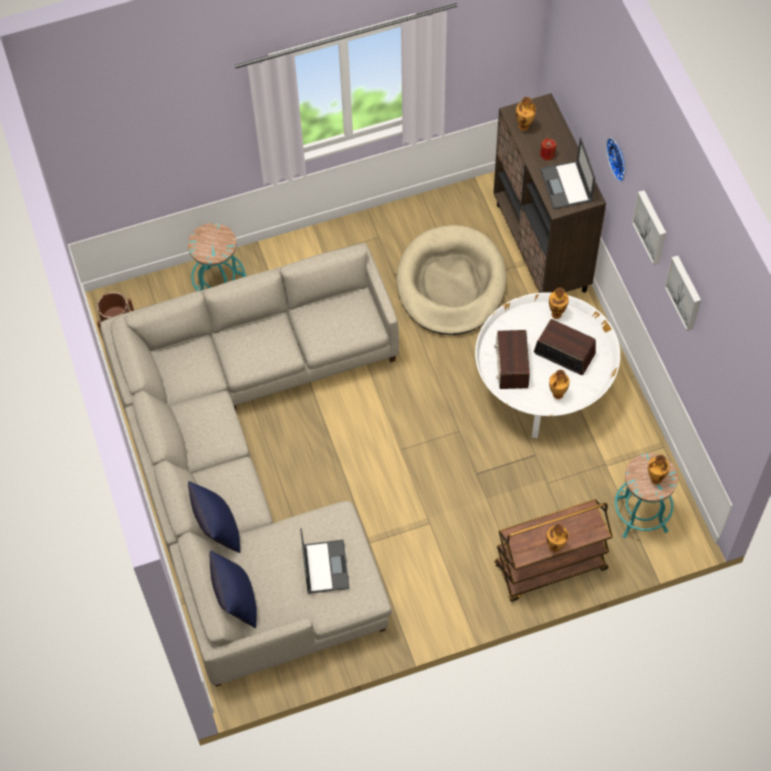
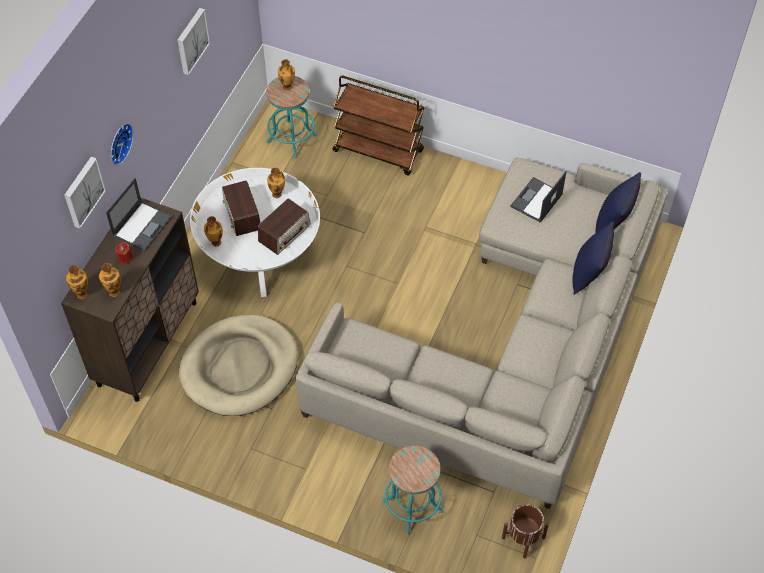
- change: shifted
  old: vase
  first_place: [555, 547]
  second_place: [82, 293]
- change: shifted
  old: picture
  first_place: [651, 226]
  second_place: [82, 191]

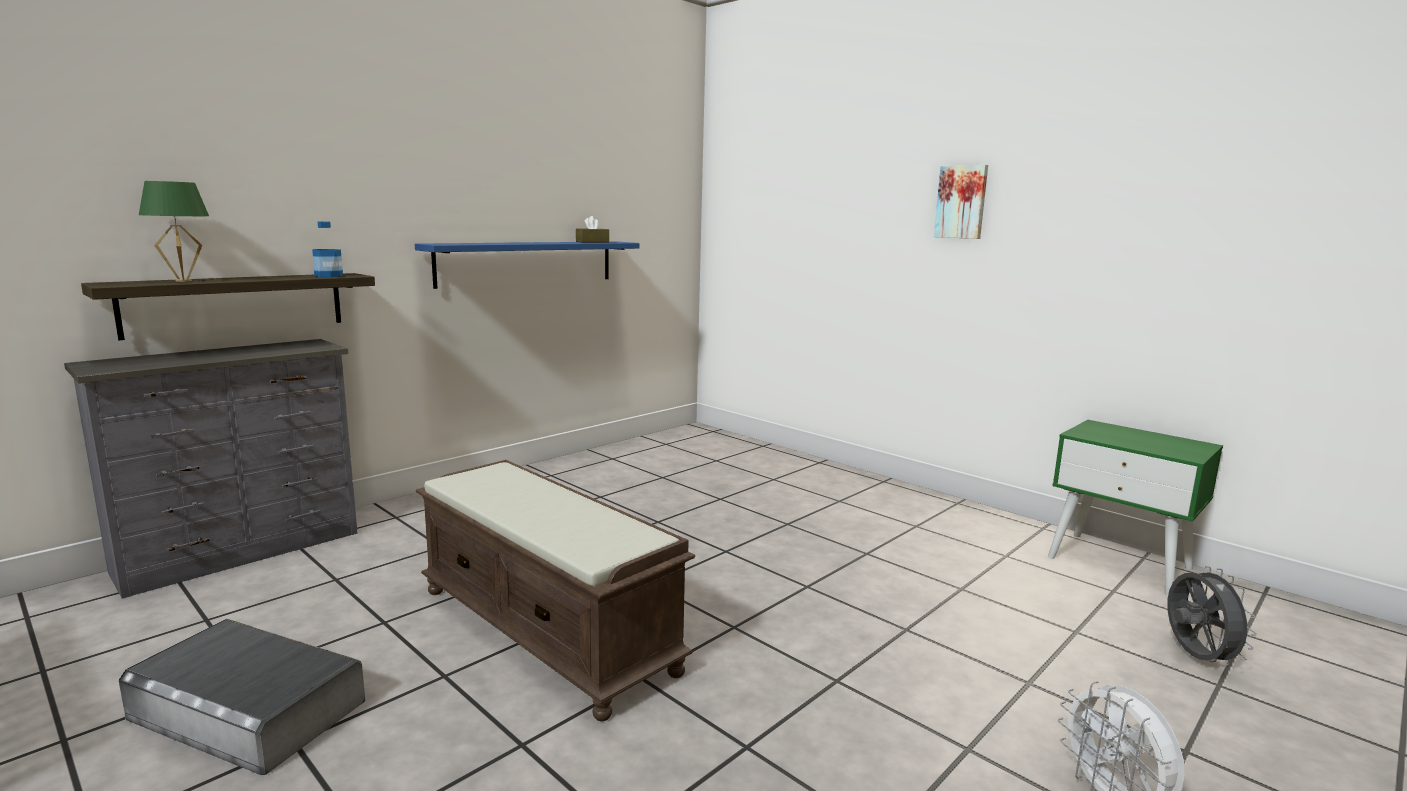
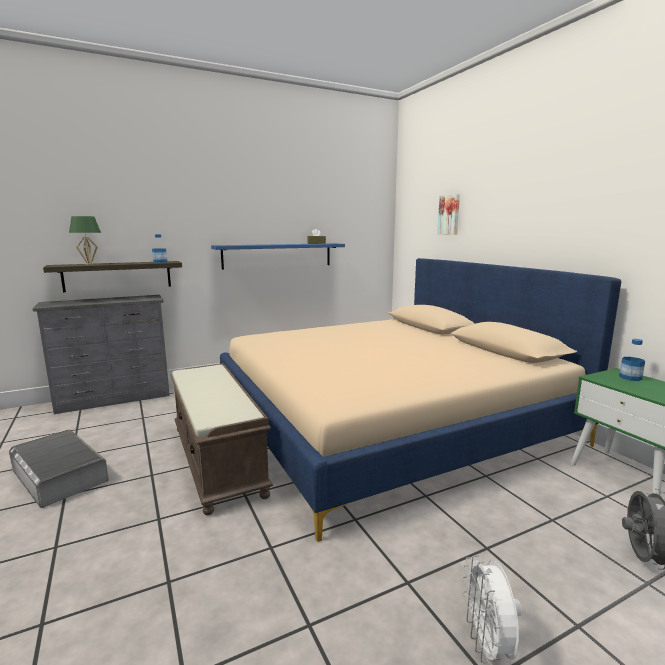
- change: new
  new: bed (beige)
  second_place: [387, 420]
- change: new
  new: bottle
  second_place: [630, 377]
- change: shifted
  old: picture
  first_place: [961, 202]
  second_place: [449, 215]

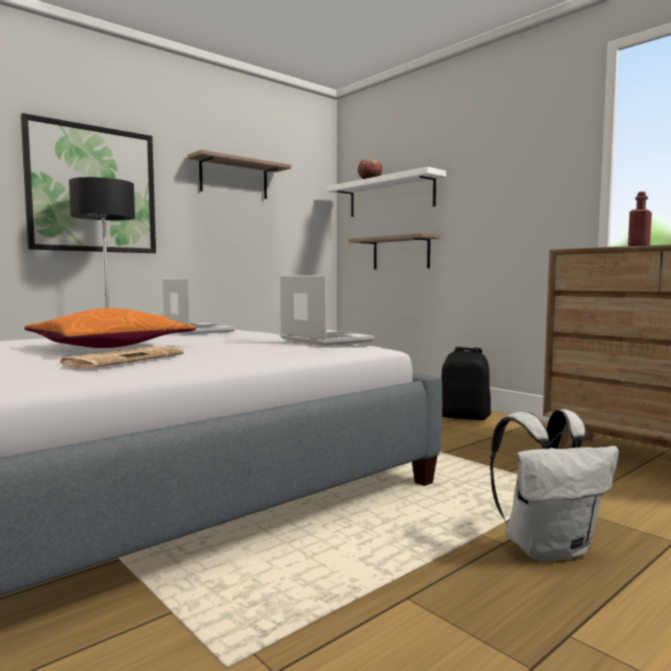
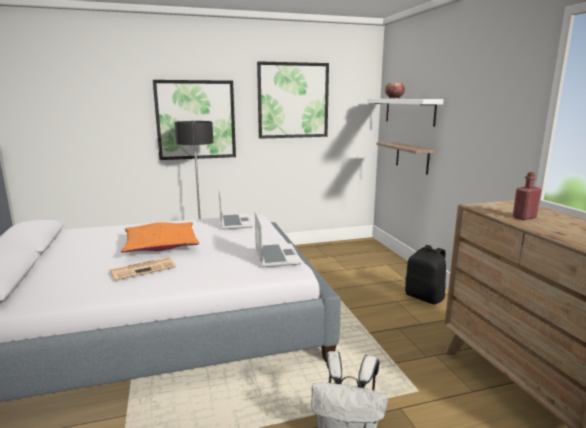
- change: swapped
  old: shelf
  new: picture
  first_place: [234, 178]
  second_place: [293, 100]

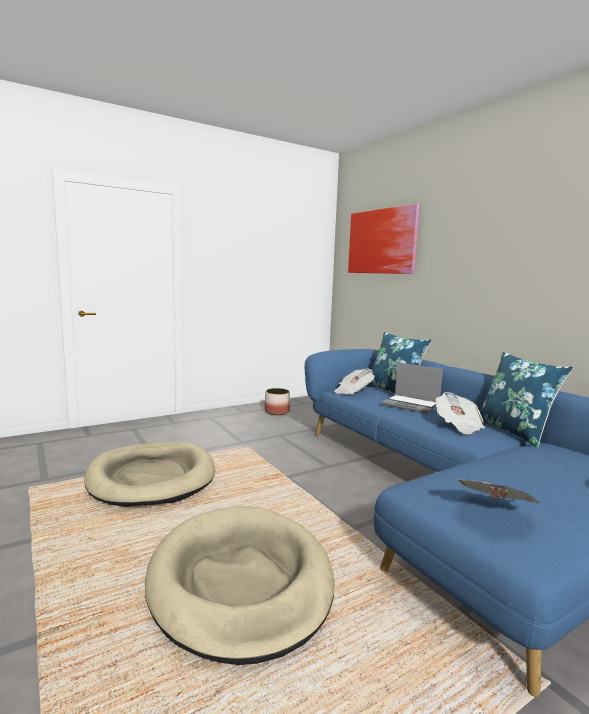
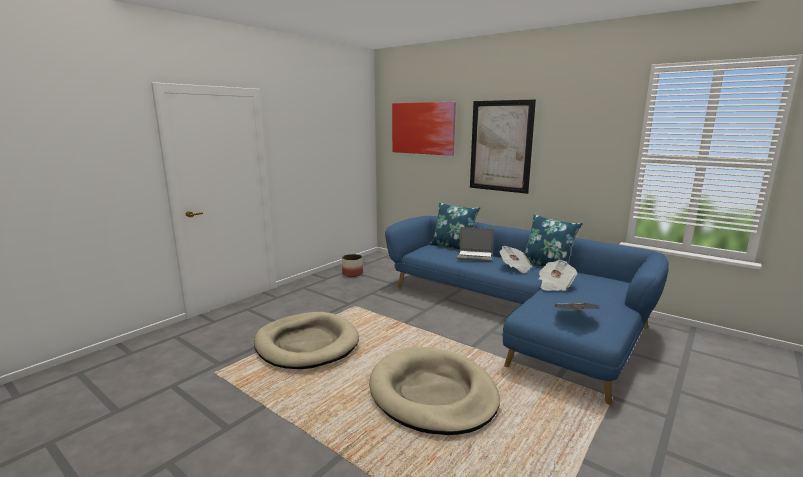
- change: new
  new: picture
  second_place: [500, 146]
- change: shifted
  old: newspaper
  first_place: [353, 392]
  second_place: [554, 285]

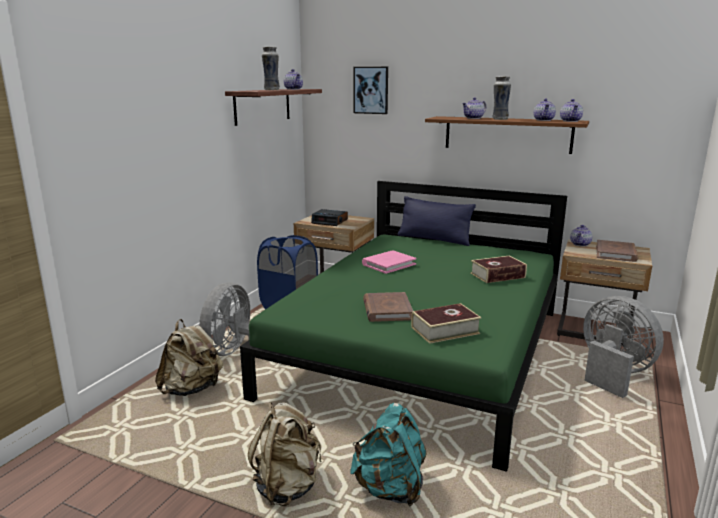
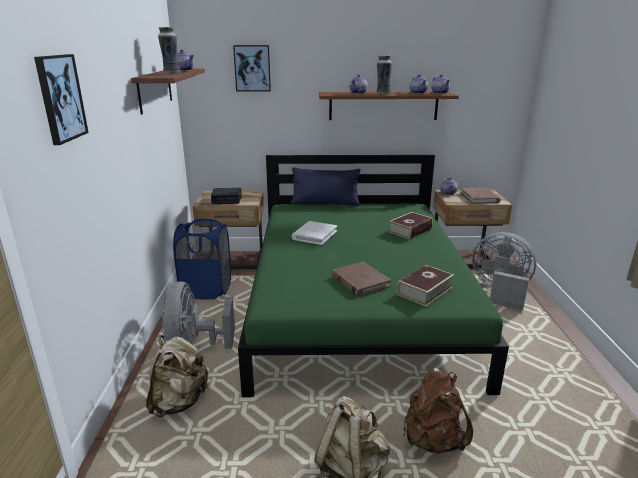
- change: new
  new: picture
  second_place: [60, 98]
- change: repainted
  old: backpack (turquoise)
  new: backpack (brown)
  first_place: [390, 488]
  second_place: [433, 440]
- change: repainted
  old: book (pink)
  new: book (white)
  first_place: [388, 264]
  second_place: [314, 235]

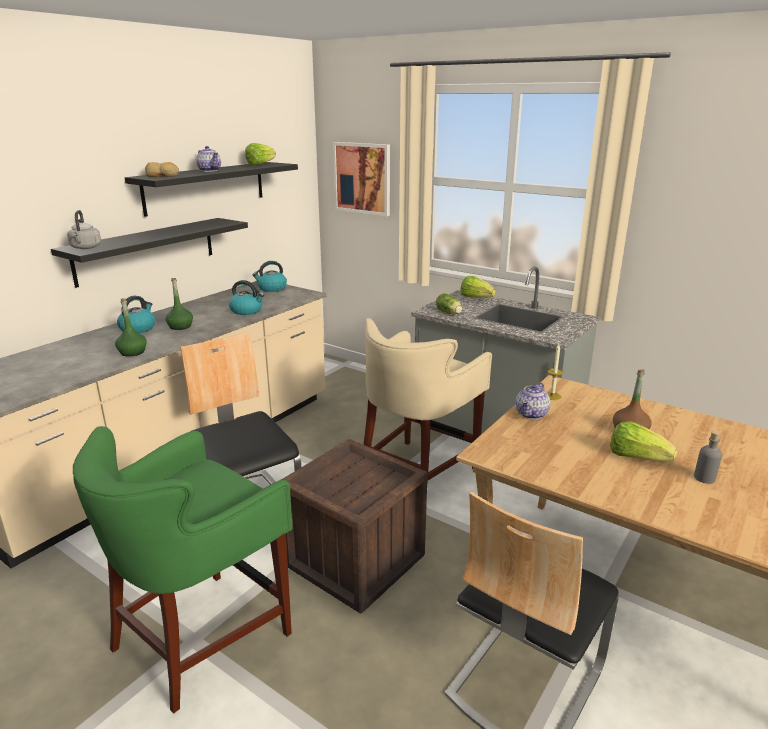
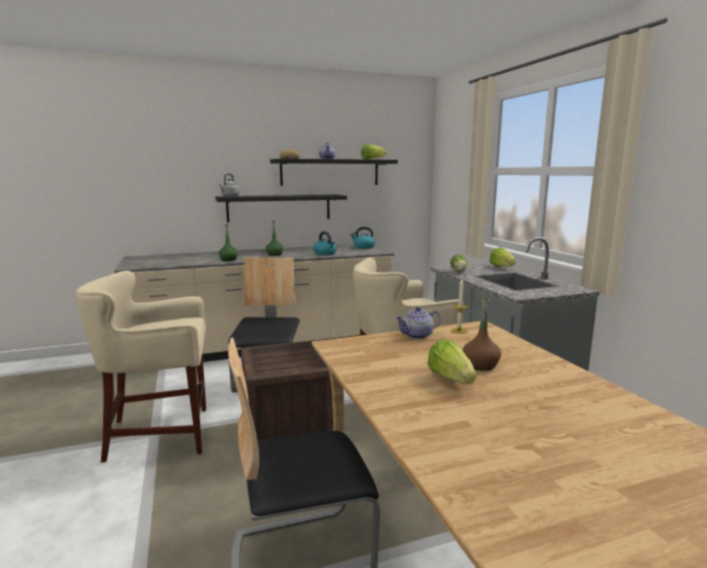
- change: gone
  old: kettle
  first_place: [138, 328]
- change: gone
  old: picture
  first_place: [362, 178]
- change: gone
  old: bottle (grey)
  first_place: [704, 478]
- change: repainted
  old: stool (green)
  new: stool (beige)
  first_place: [203, 637]
  second_place: [160, 434]

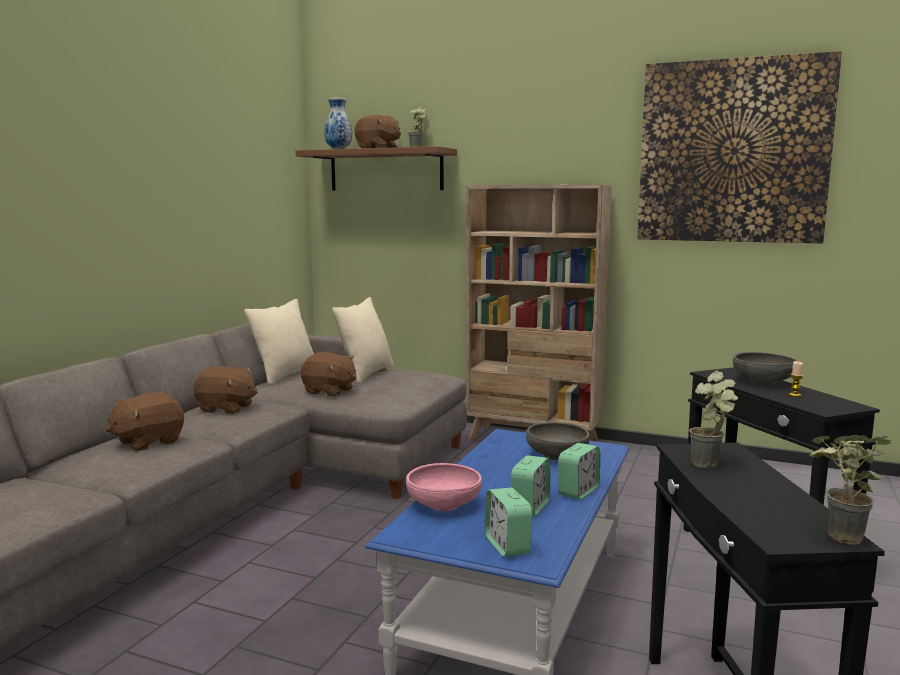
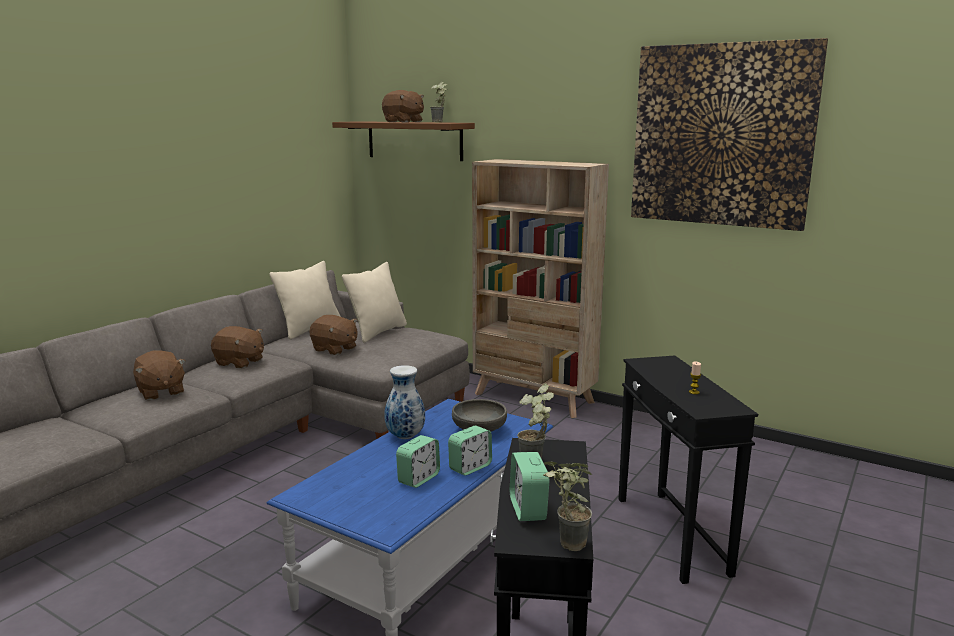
- change: gone
  old: bowl (pink)
  first_place: [443, 505]
- change: gone
  old: bowl (grey)
  first_place: [763, 382]
- change: shifted
  old: vase
  first_place: [338, 149]
  second_place: [404, 437]
- change: shifted
  old: alarm clock
  first_place: [507, 546]
  second_place: [528, 509]
- change: rotated
  old: plush toy (brown)
  first_place: [148, 442]
  second_place: [160, 392]
  degrees: -90

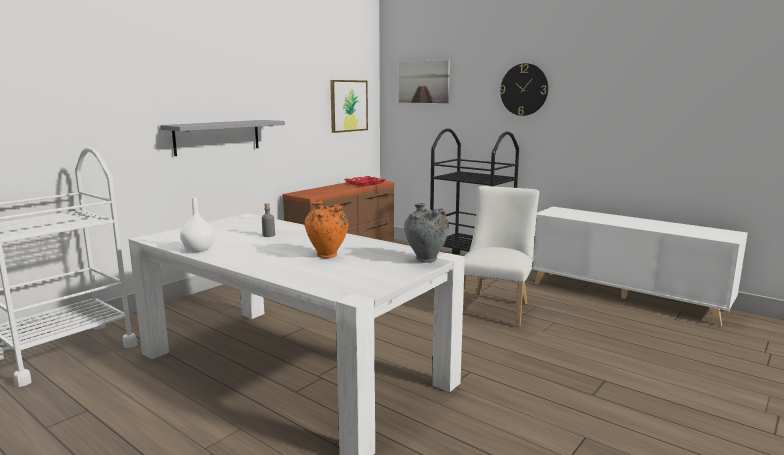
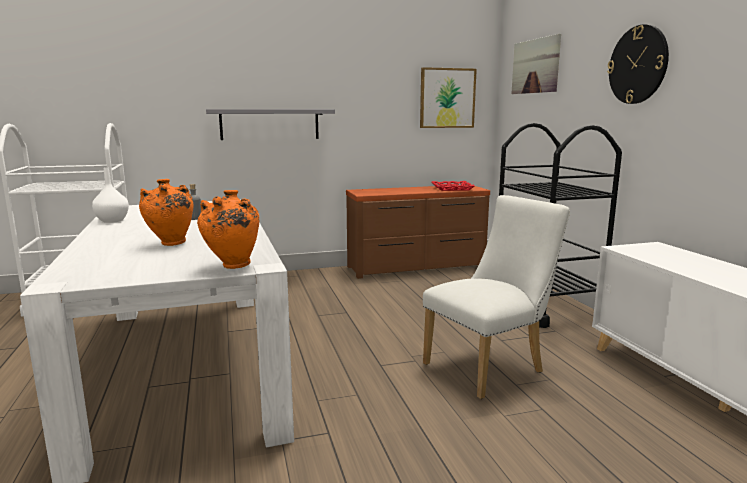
- change: repainted
  old: vase (grey)
  new: vase (orange)
  first_place: [426, 260]
  second_place: [232, 266]

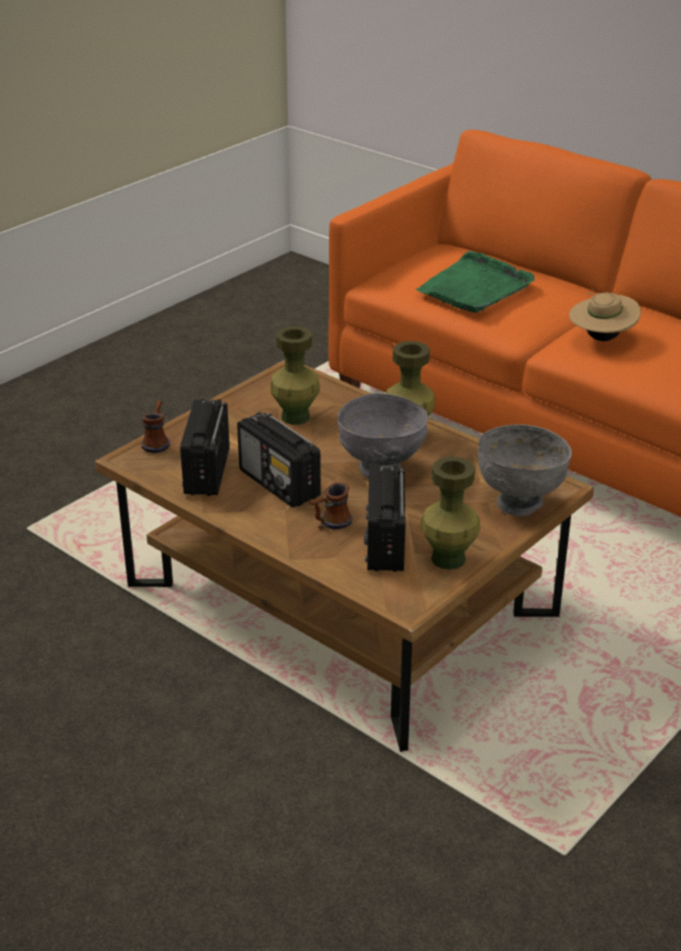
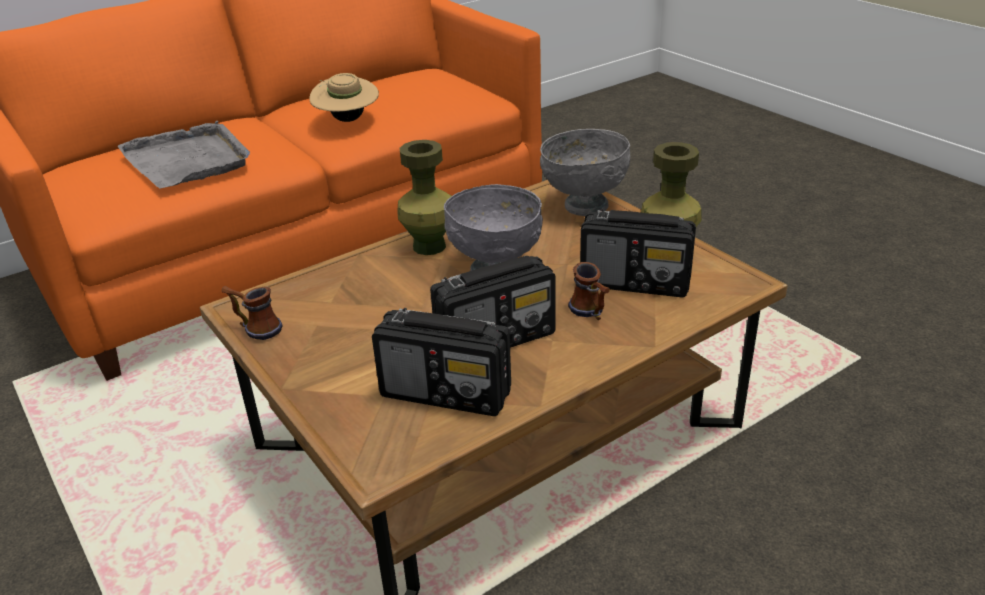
- change: gone
  old: vase (green)
  first_place: [295, 417]
- change: shifted
  old: mug
  first_place: [157, 441]
  second_place: [255, 328]
- change: repainted
  old: tray (green)
  new: tray (grey)
  first_place: [475, 288]
  second_place: [188, 160]

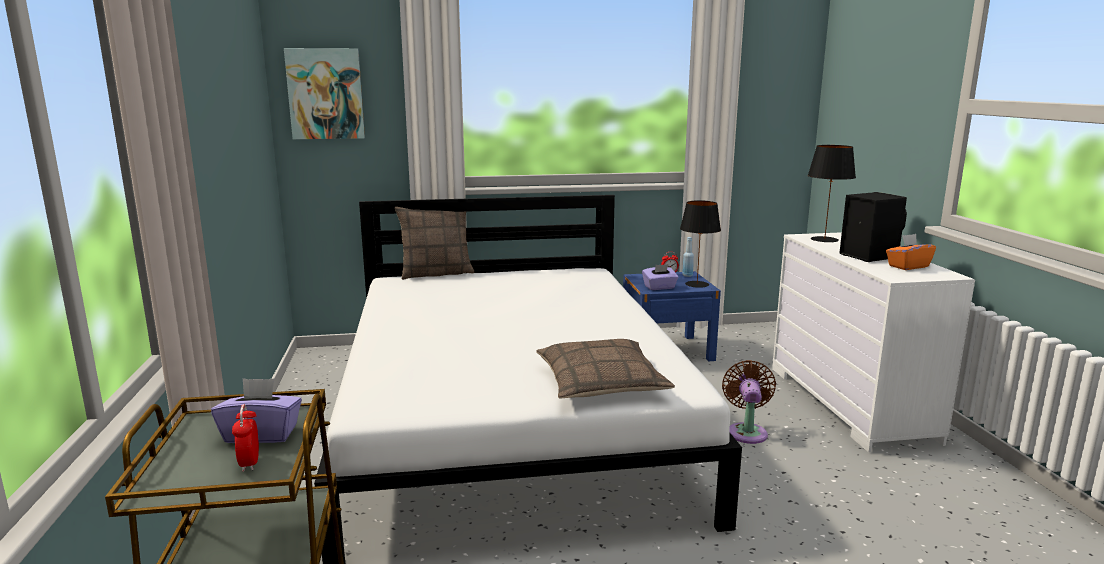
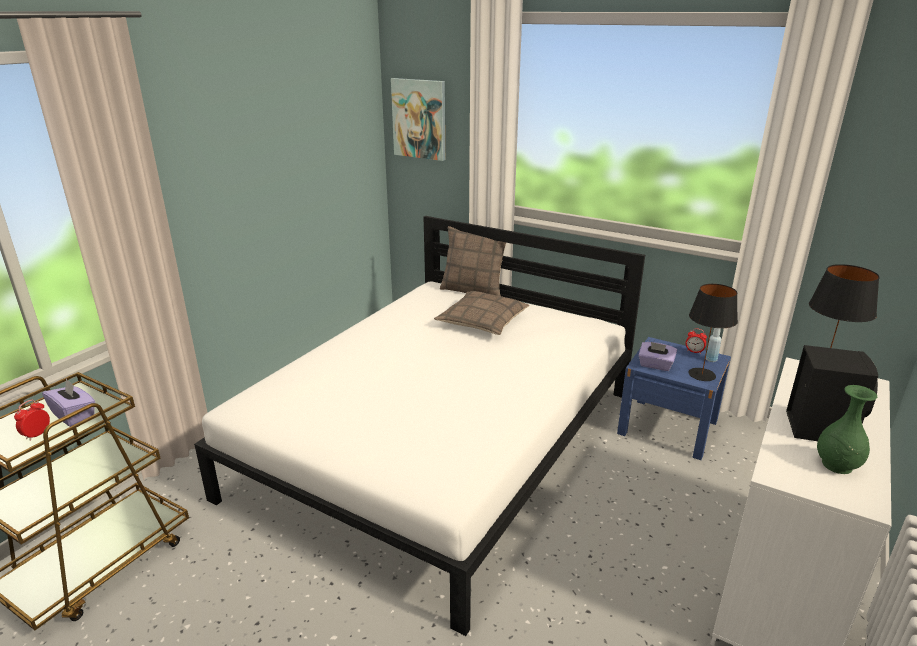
- change: gone
  old: fan (brown)
  first_place: [747, 431]
- change: shifted
  old: pillow
  first_place: [601, 384]
  second_place: [482, 322]
- change: swapped
  old: tissue box (orange)
  new: vase (green)
  first_place: [908, 266]
  second_place: [836, 465]

